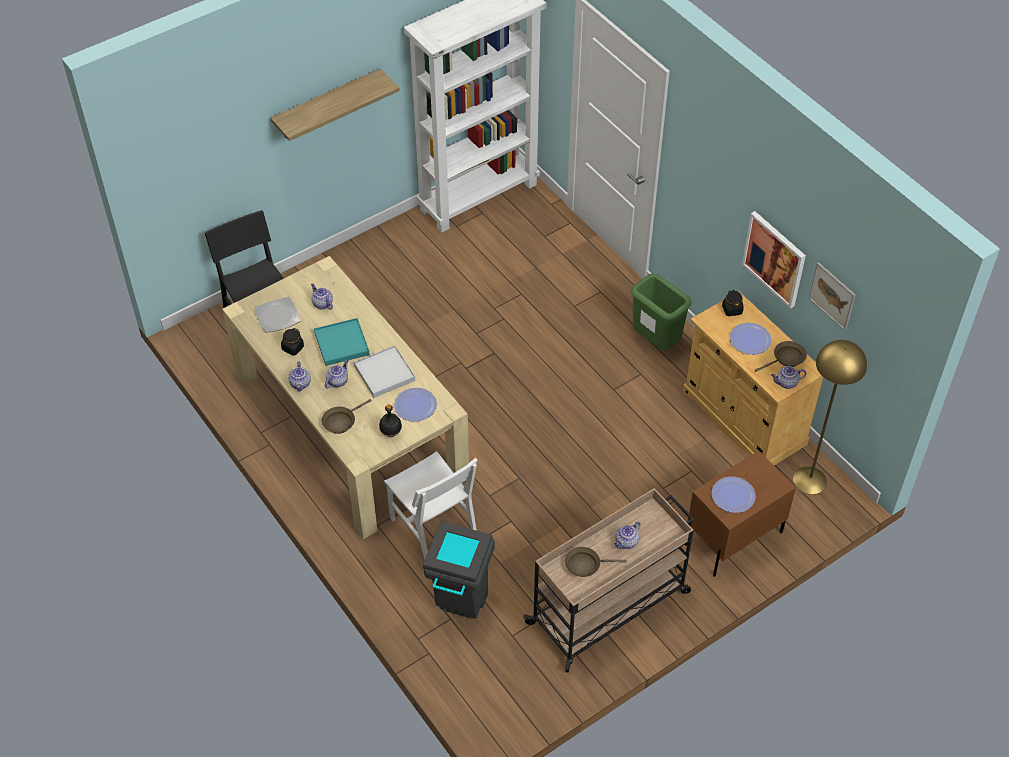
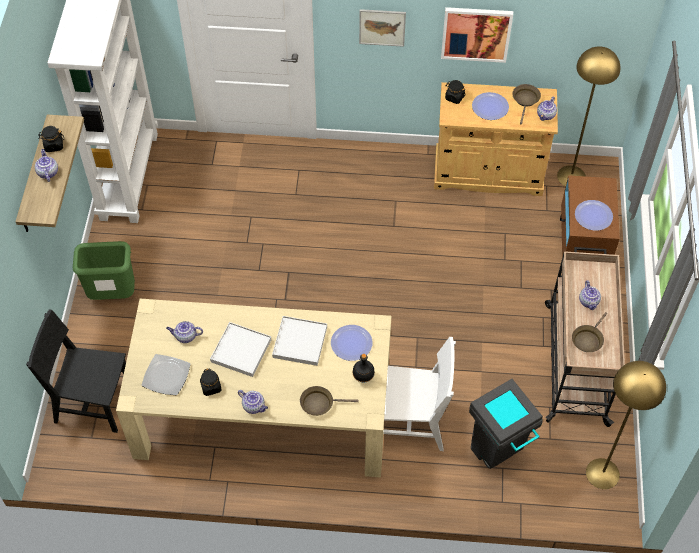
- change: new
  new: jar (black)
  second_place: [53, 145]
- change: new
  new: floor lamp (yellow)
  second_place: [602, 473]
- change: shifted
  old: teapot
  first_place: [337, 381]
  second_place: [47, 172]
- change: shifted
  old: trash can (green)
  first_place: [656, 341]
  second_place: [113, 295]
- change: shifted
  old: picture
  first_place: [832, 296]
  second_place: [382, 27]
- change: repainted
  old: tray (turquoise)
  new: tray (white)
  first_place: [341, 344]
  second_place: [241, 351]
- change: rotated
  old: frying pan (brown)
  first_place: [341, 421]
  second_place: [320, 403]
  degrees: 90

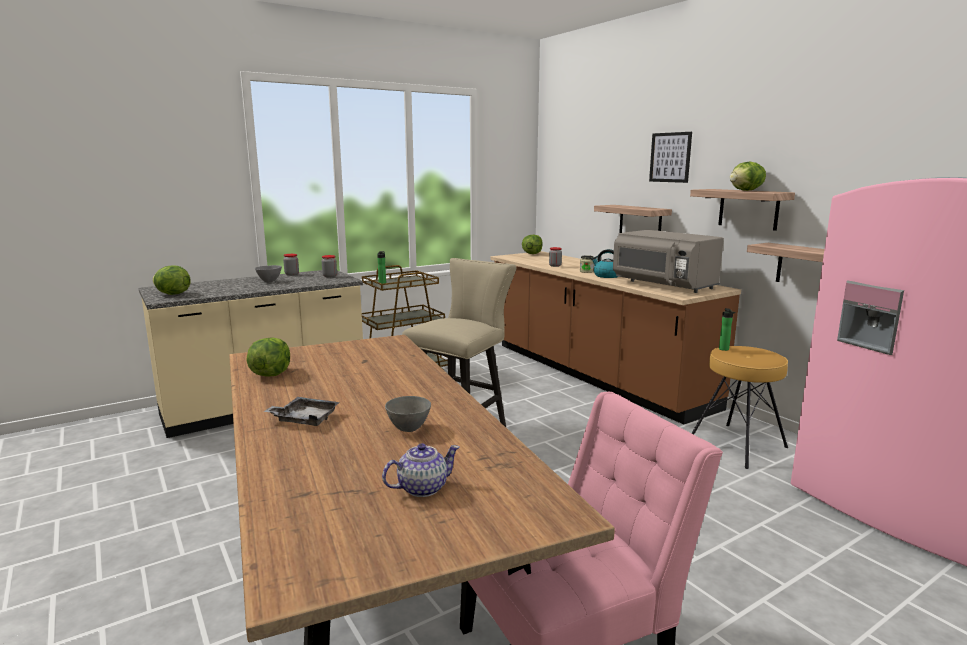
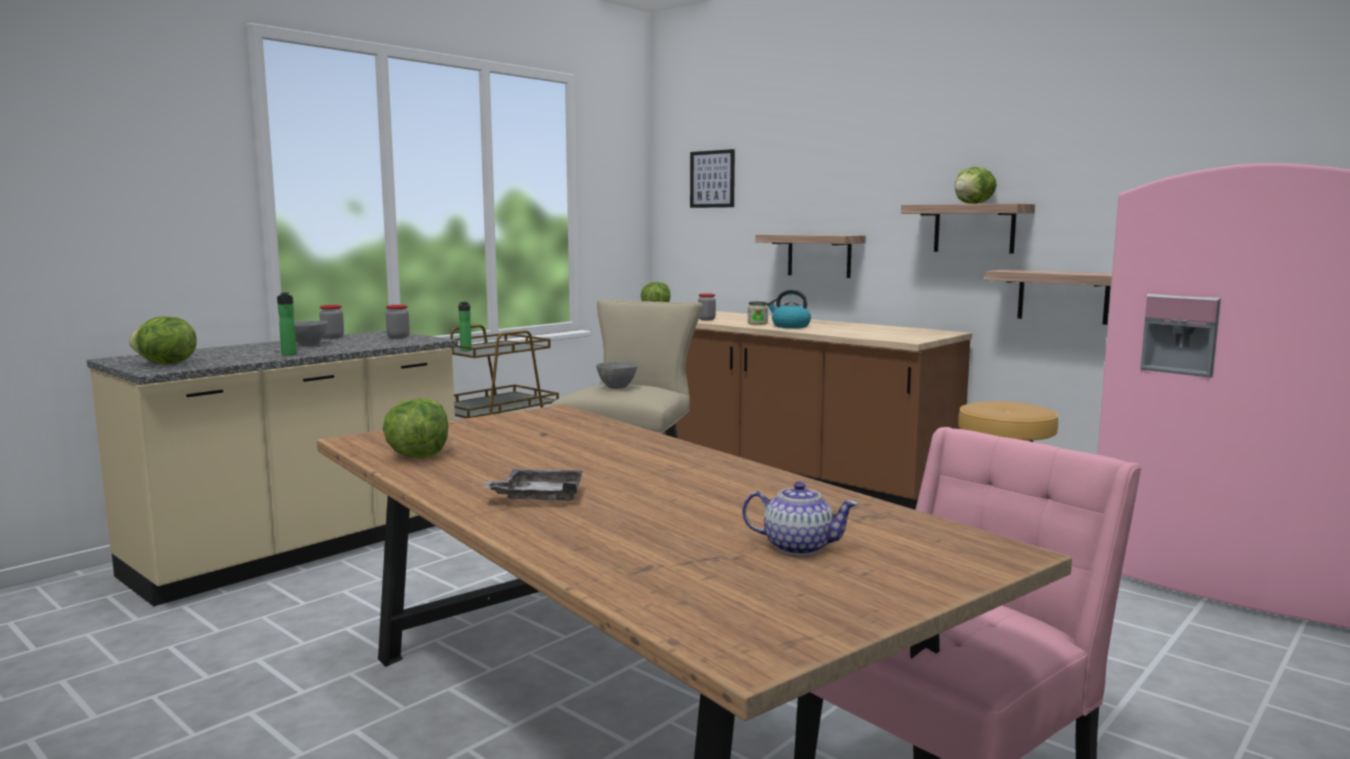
- change: gone
  old: microwave (grey)
  first_place: [664, 285]
- change: shifted
  old: bowl (grey)
  first_place: [409, 429]
  second_place: [617, 388]
- change: shifted
  old: picture
  first_place: [670, 157]
  second_place: [712, 179]
- change: shifted
  old: bottle
  first_place: [724, 349]
  second_place: [289, 354]
- change: rotated
  old: teapot
  first_place: [422, 488]
  second_place: [797, 547]
  degrees: 60

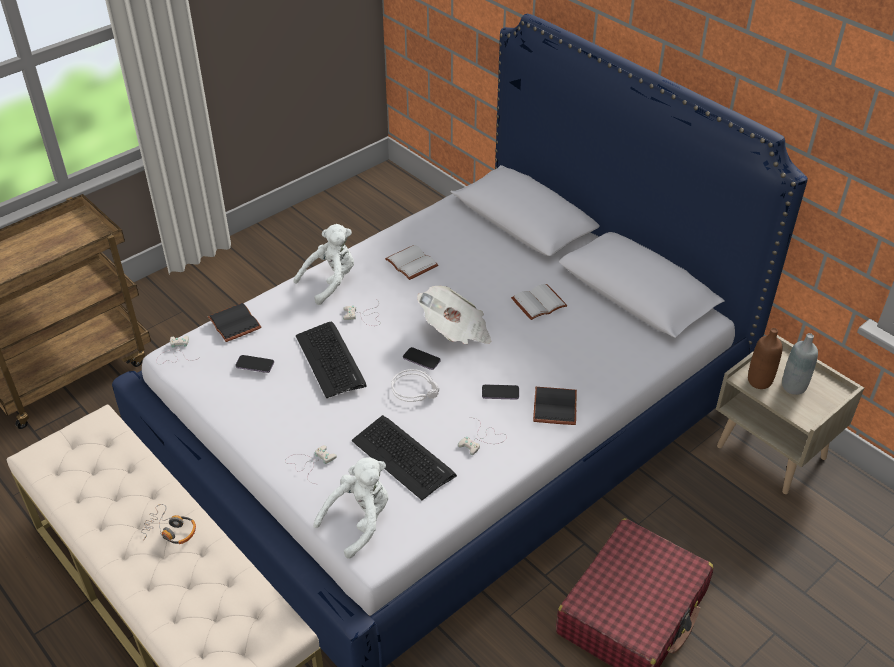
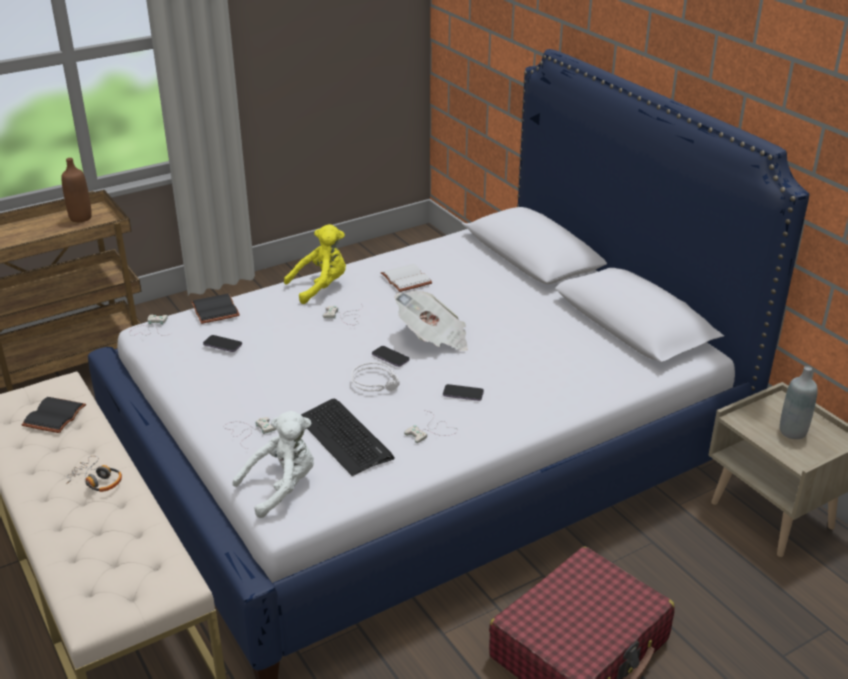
- change: gone
  old: keyboard
  first_place: [331, 360]
- change: gone
  old: book (white)
  first_place: [539, 302]
- change: shifted
  old: book (black)
  first_place: [556, 407]
  second_place: [55, 417]
- change: shifted
  old: bottle (brown)
  first_place: [759, 381]
  second_place: [80, 218]
- change: repainted
  old: plush toy (white)
  new: plush toy (yellow)
  first_place: [330, 282]
  second_place: [321, 287]

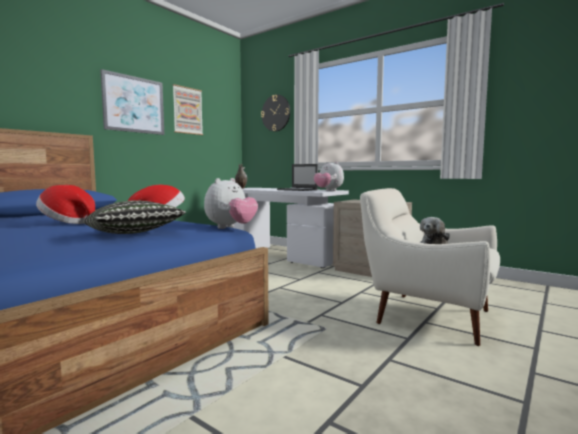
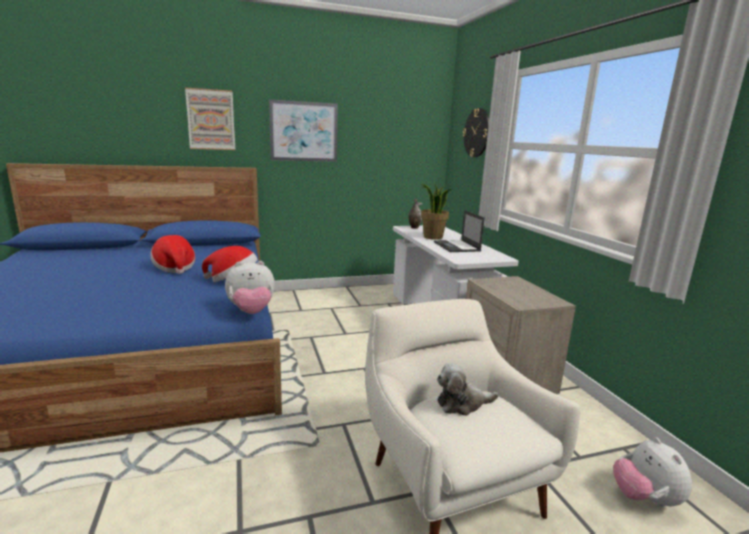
- change: gone
  old: pillow
  first_place: [133, 234]
- change: new
  new: potted plant
  second_place: [432, 237]
- change: shifted
  old: picture
  first_place: [187, 111]
  second_place: [211, 119]
- change: shifted
  old: plush toy
  first_place: [328, 190]
  second_place: [645, 498]

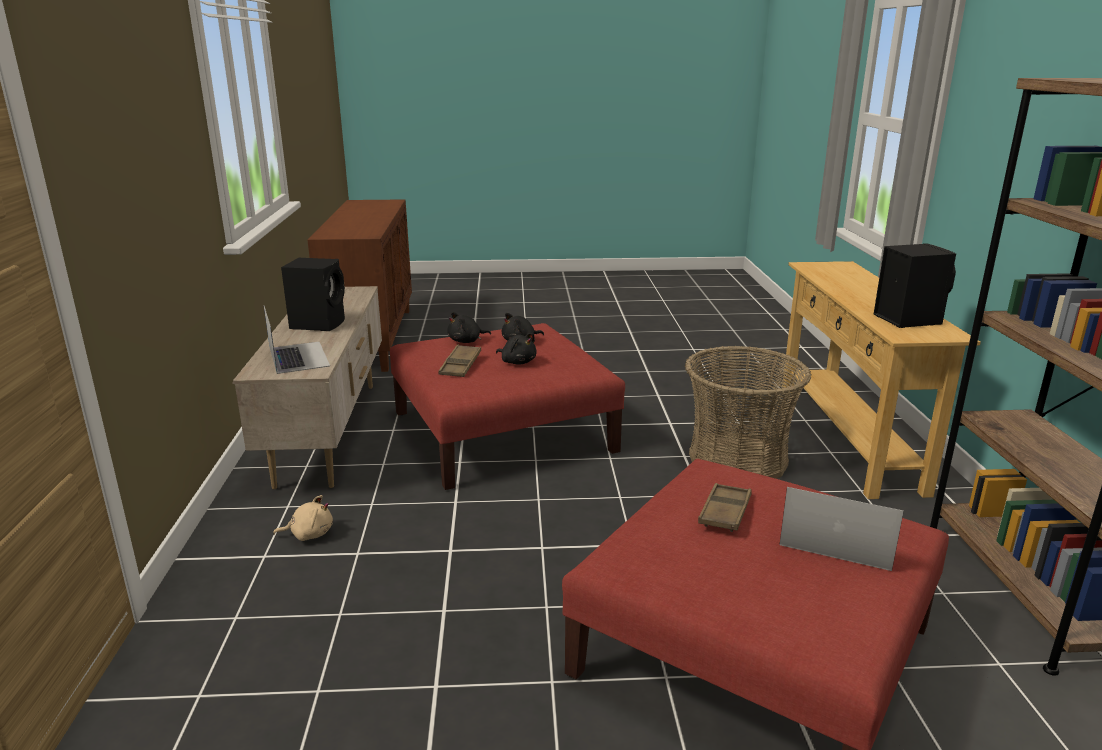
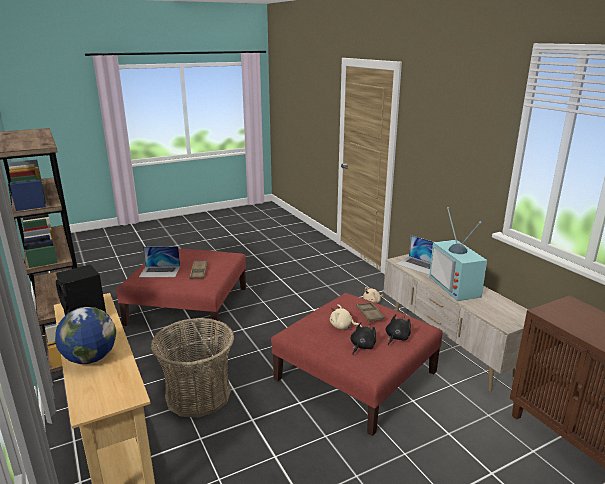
- change: new
  new: globe
  second_place: [90, 358]
- change: swapped
  old: speaker (black)
  new: television
  first_place: [319, 324]
  second_place: [457, 286]
- change: repainted
  old: plush toy (black)
  new: plush toy (beige)
  first_place: [517, 362]
  second_place: [342, 326]

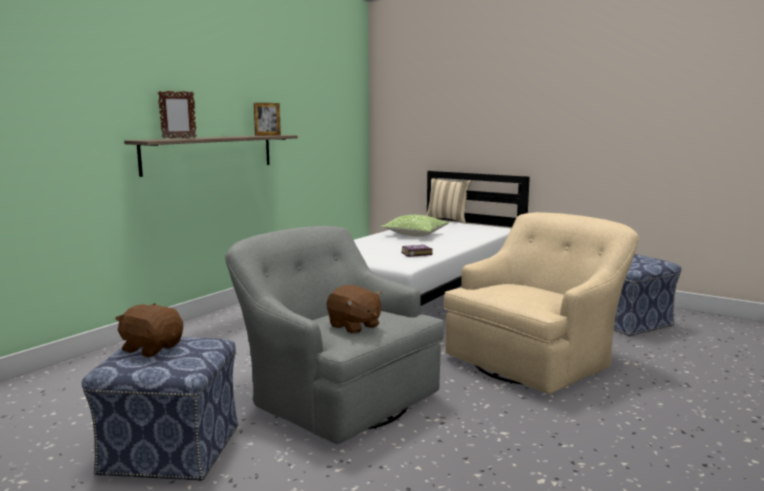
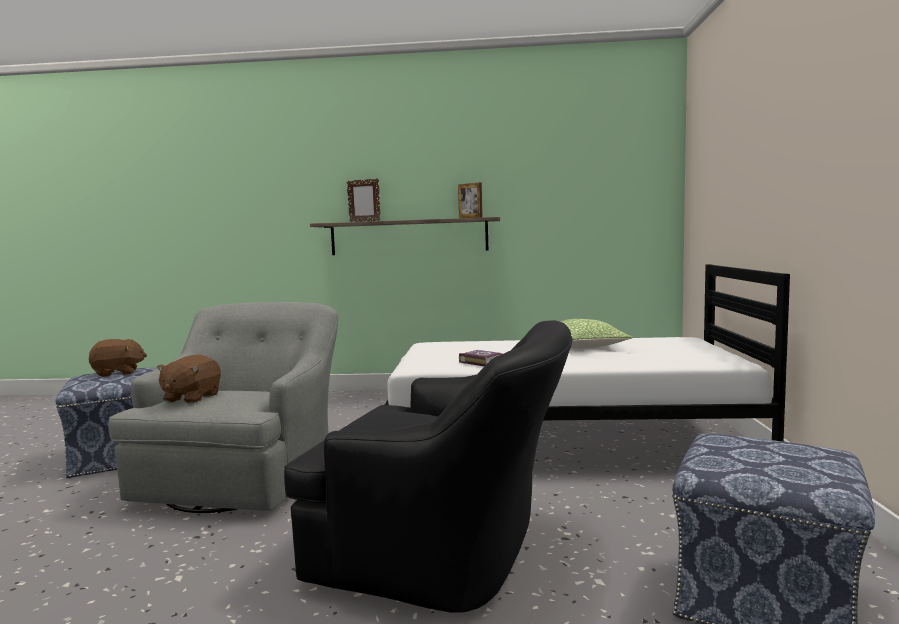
- change: gone
  old: pillow (beige)
  first_place: [447, 220]
- change: repainted
  old: armchair (beige)
  new: armchair (black)
  first_place: [536, 359]
  second_place: [447, 550]
- change: rotated
  old: plush toy (brown)
  first_place: [152, 348]
  second_place: [118, 373]
  degrees: 75

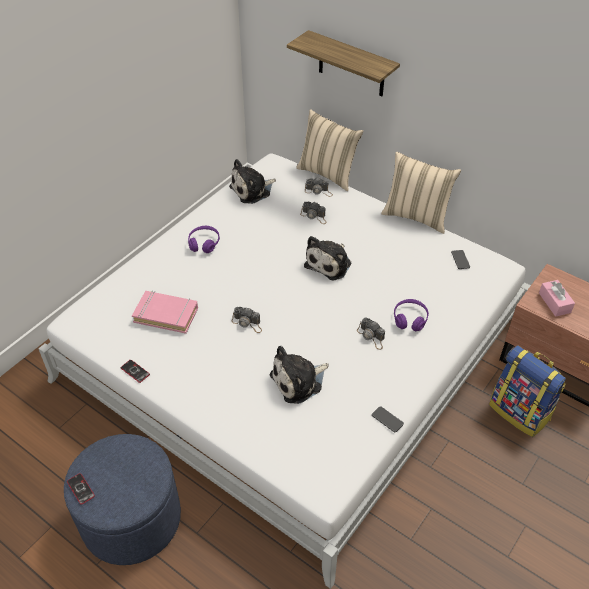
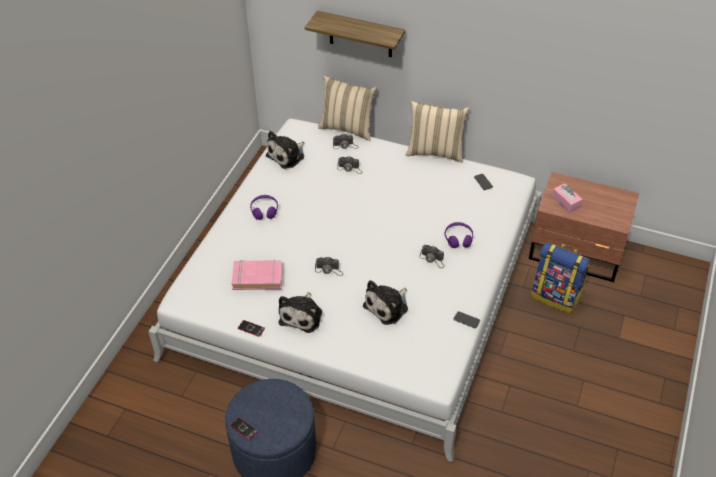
- change: shifted
  old: plush toy
  first_place: [330, 263]
  second_place: [302, 315]

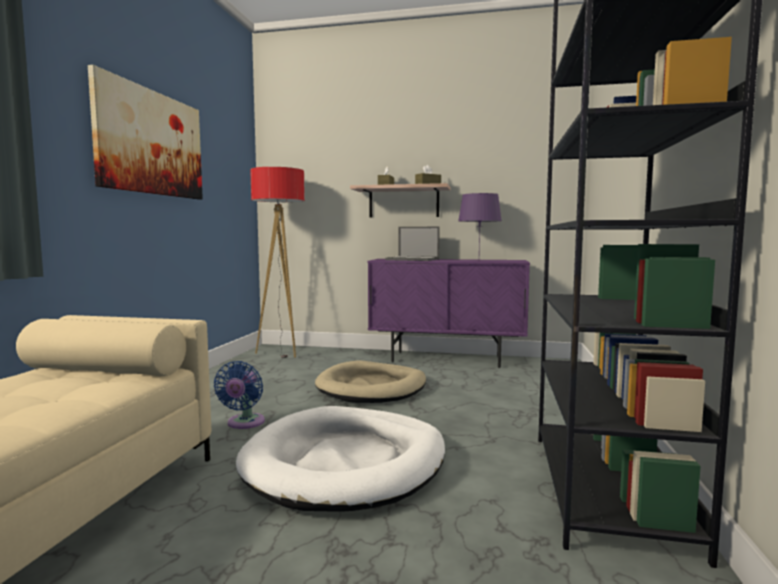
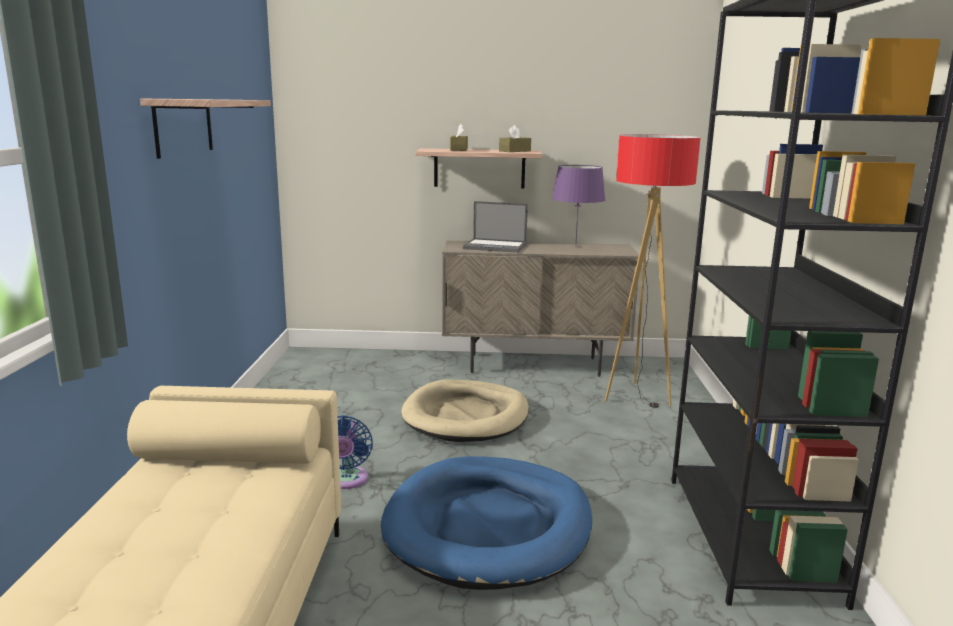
- change: shifted
  old: floor lamp
  first_place: [282, 353]
  second_place: [637, 397]
- change: swapped
  old: picture
  new: shelf
  first_place: [151, 143]
  second_place: [183, 126]
- change: repainted
  old: dog bed (white)
  new: dog bed (blue)
  first_place: [346, 463]
  second_place: [488, 526]
- change: repainted
  old: cabinet (purple)
  new: cabinet (beige)
  first_place: [447, 359]
  second_place: [534, 365]

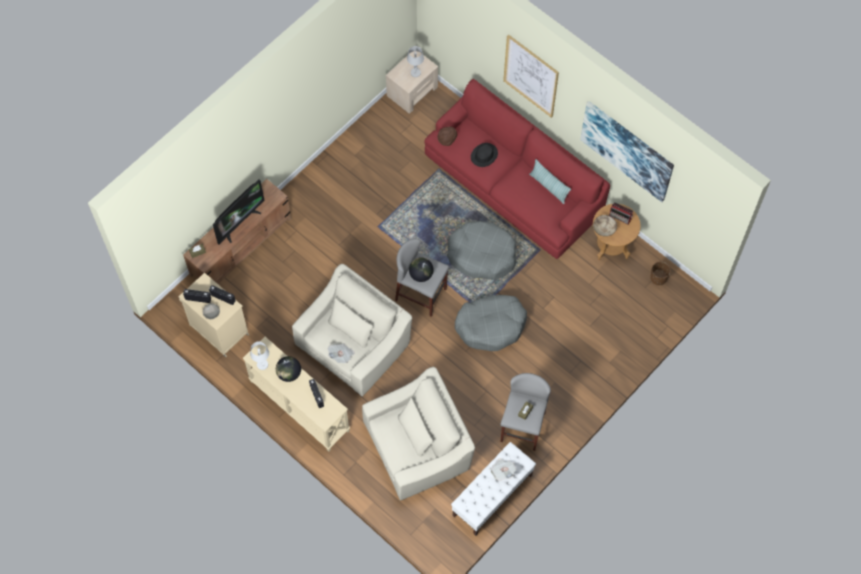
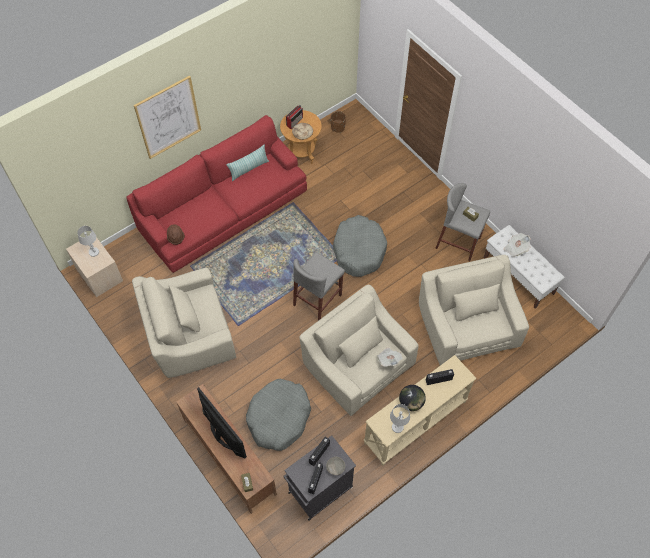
- change: gone
  old: globe
  first_place: [421, 275]
- change: gone
  old: hat (black)
  first_place: [484, 155]
- change: gone
  old: picture
  first_place: [627, 150]
- change: new
  new: armchair (beige)
  second_place: [189, 334]
- change: shifted
  old: dog bed (grey)
  first_place: [481, 254]
  second_place: [279, 418]
- change: repainted
  old: cabinet (beige)
  new: cabinet (black)
  first_place: [218, 329]
  second_place: [319, 491]

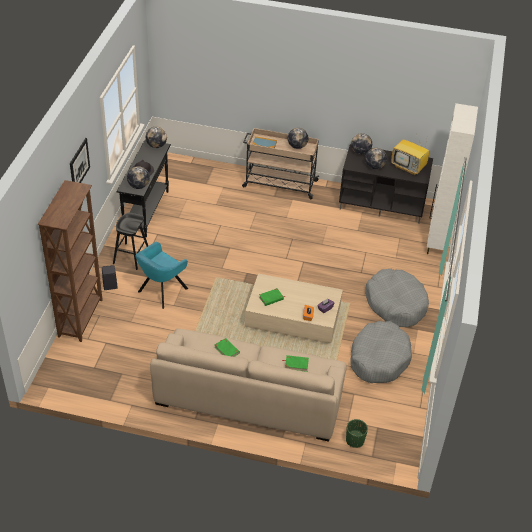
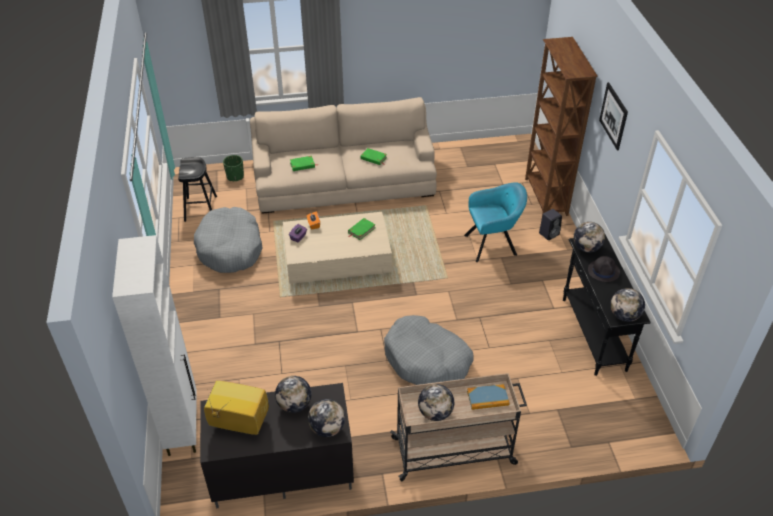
- change: shifted
  old: stool (black)
  first_place: [131, 256]
  second_place: [200, 208]
- change: shifted
  old: dog bed (grey)
  first_place: [396, 304]
  second_place: [427, 360]
- change: rotated
  old: armchair (turquoise)
  first_place: [161, 291]
  second_place: [492, 244]
  degrees: 60

